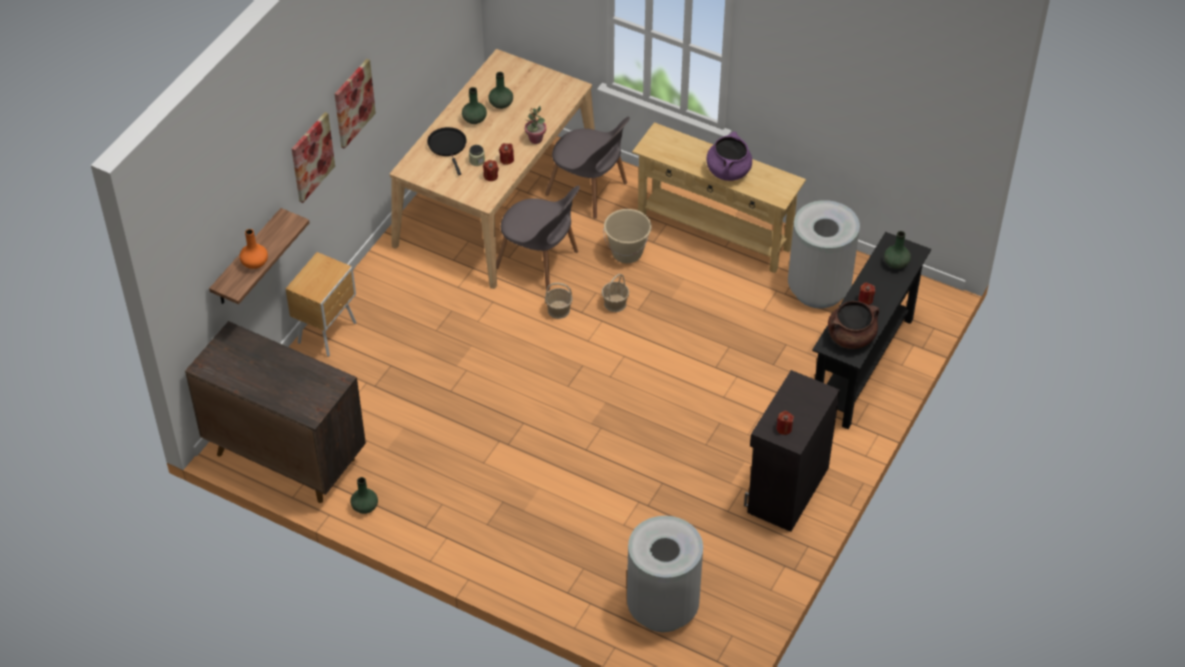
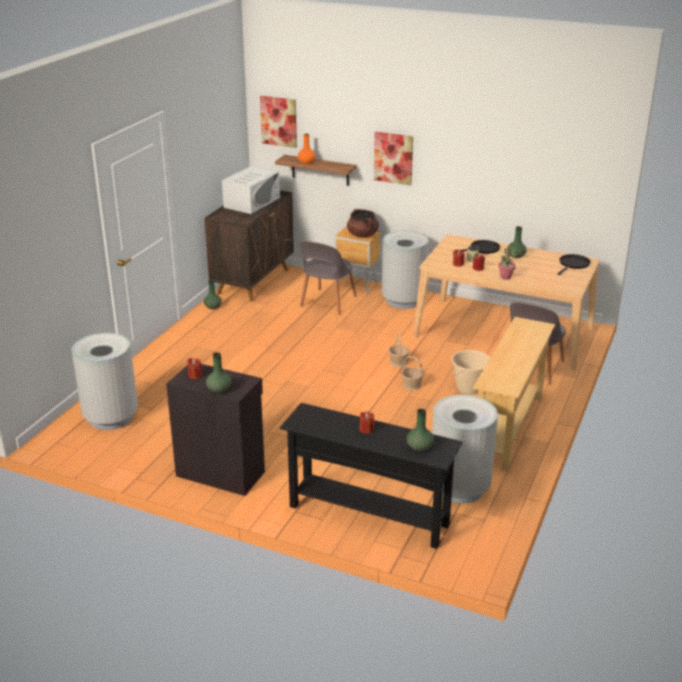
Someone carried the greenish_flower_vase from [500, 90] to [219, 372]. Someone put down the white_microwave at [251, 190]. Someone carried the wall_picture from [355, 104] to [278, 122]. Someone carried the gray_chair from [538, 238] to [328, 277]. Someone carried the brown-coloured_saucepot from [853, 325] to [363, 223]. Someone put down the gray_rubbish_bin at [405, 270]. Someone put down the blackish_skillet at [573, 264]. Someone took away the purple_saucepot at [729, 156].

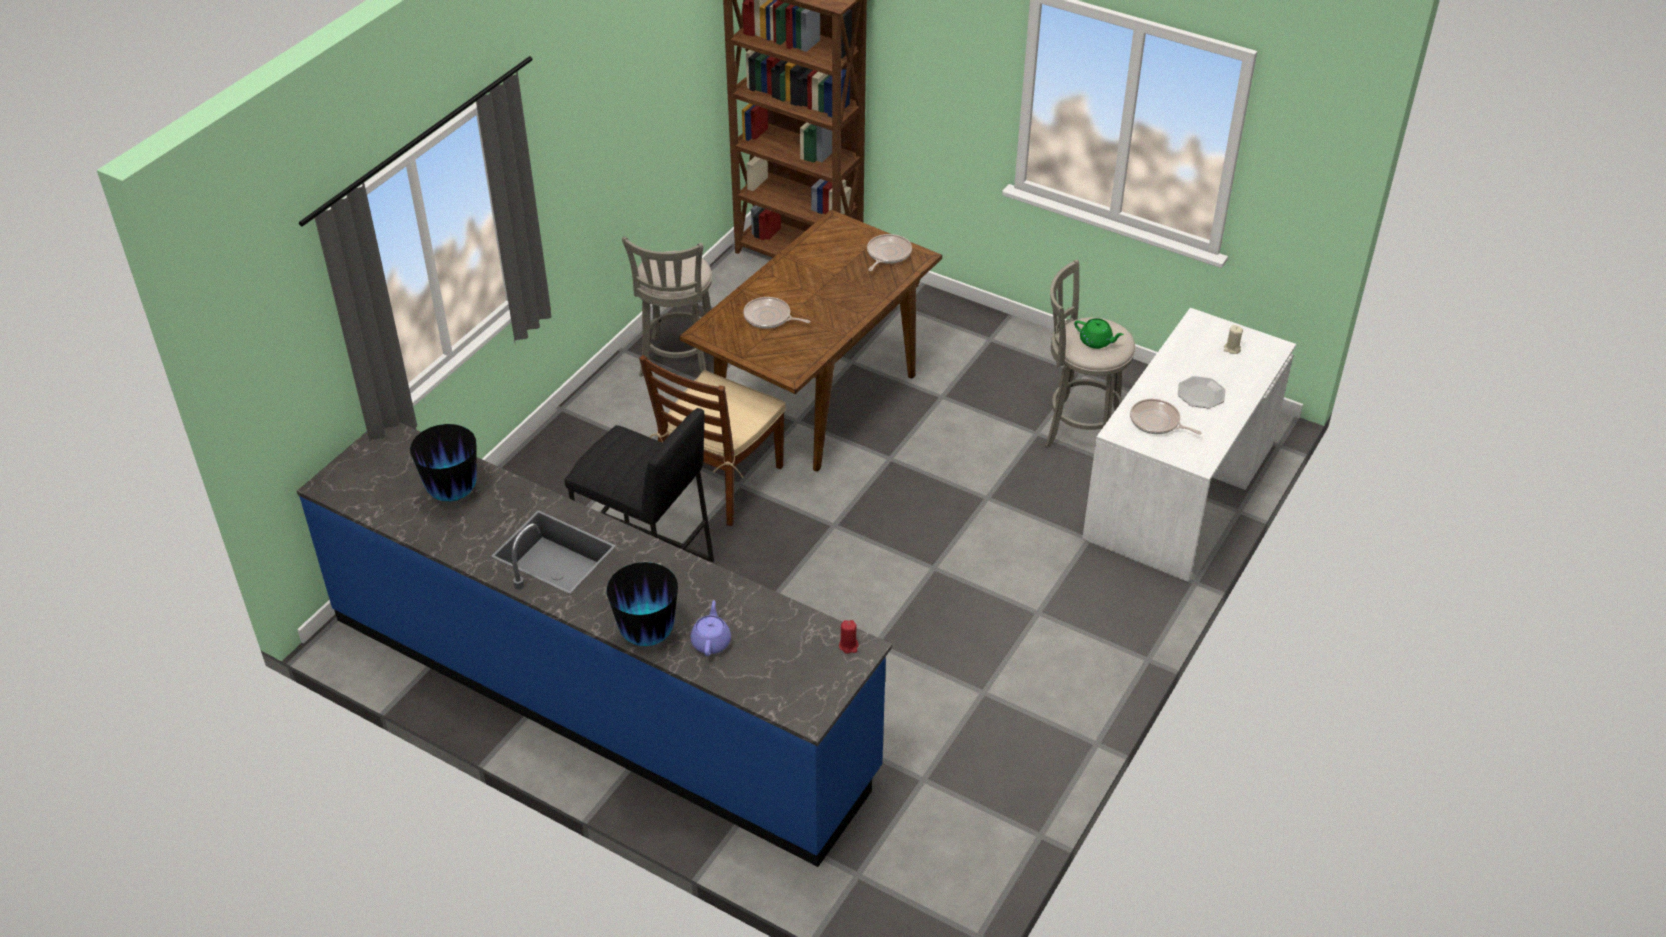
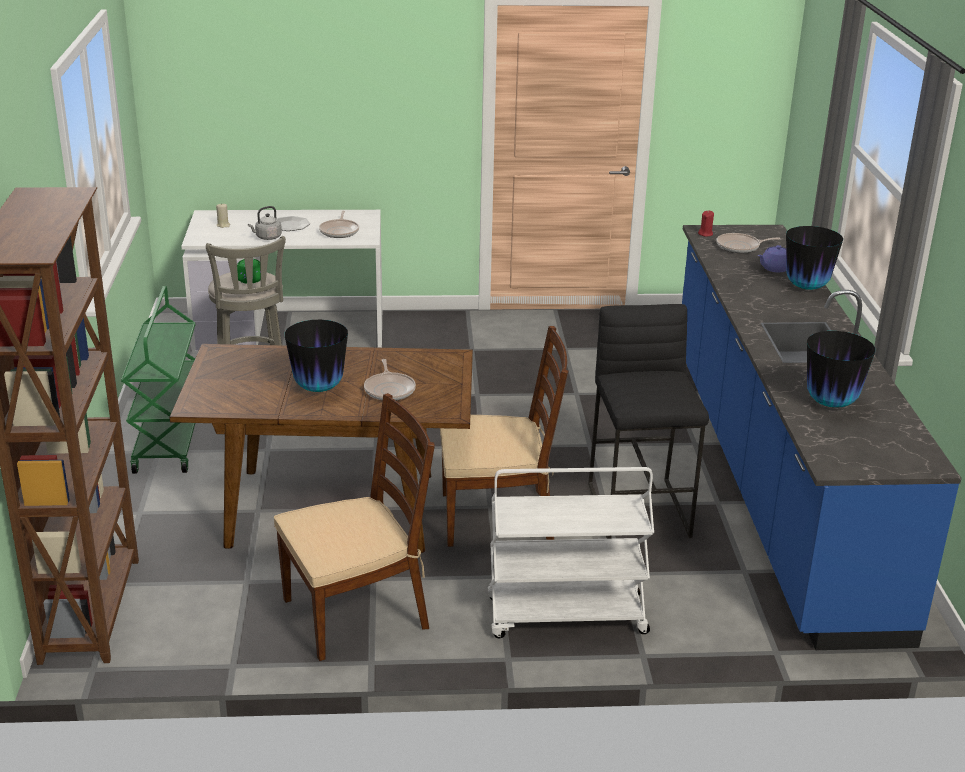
Someone put down the greenish_wheeled_cart at [158, 380]. Someone put down the gray_water_kettle at [265, 223]. Someone swapped the gray_stool at [667, 306] for the brown-coloured_chair at [354, 527]. Someone put down the flower_vase at [316, 356]. Someone put down the white_wheeled_cart at [571, 552]. Someone carried the skillet from [889, 252] to [748, 243].

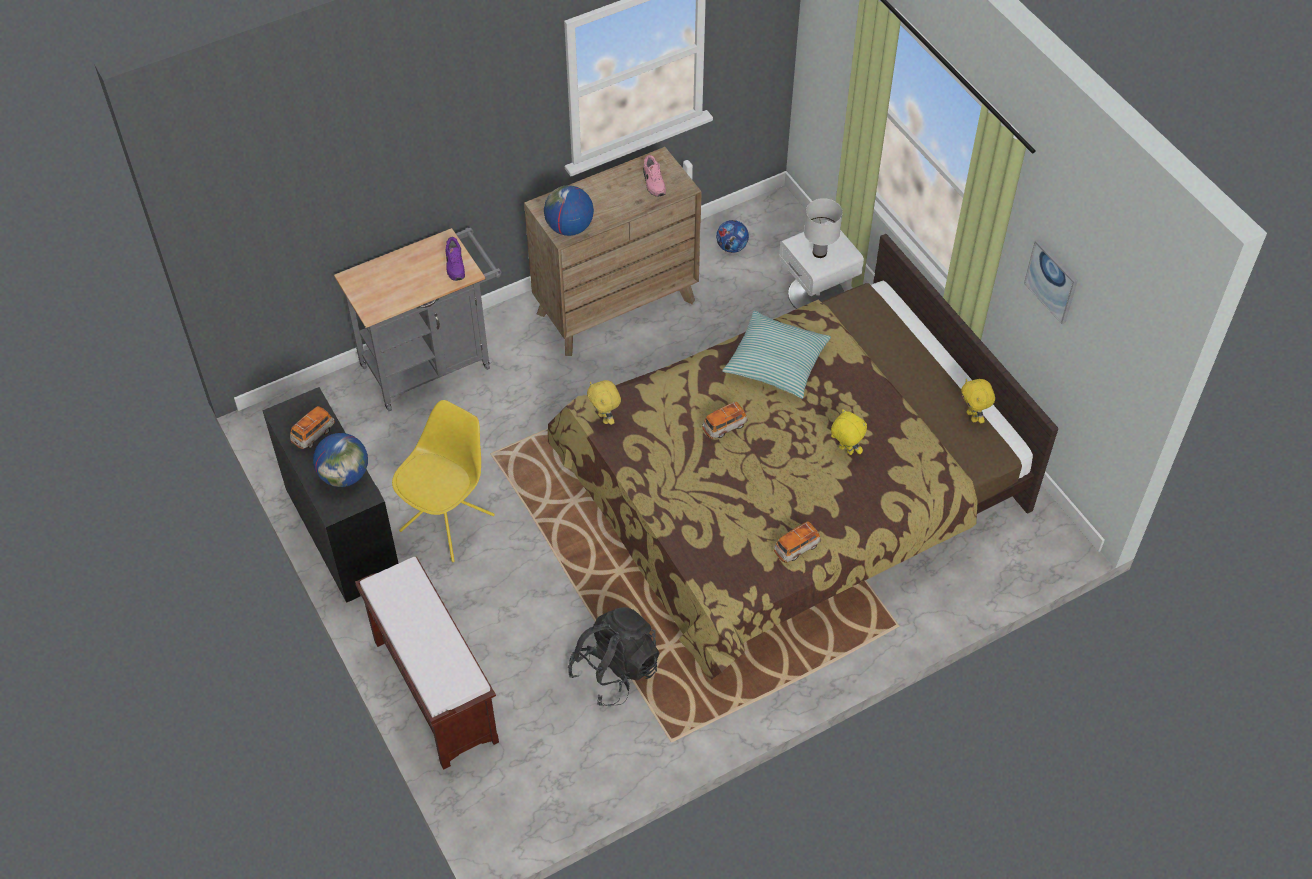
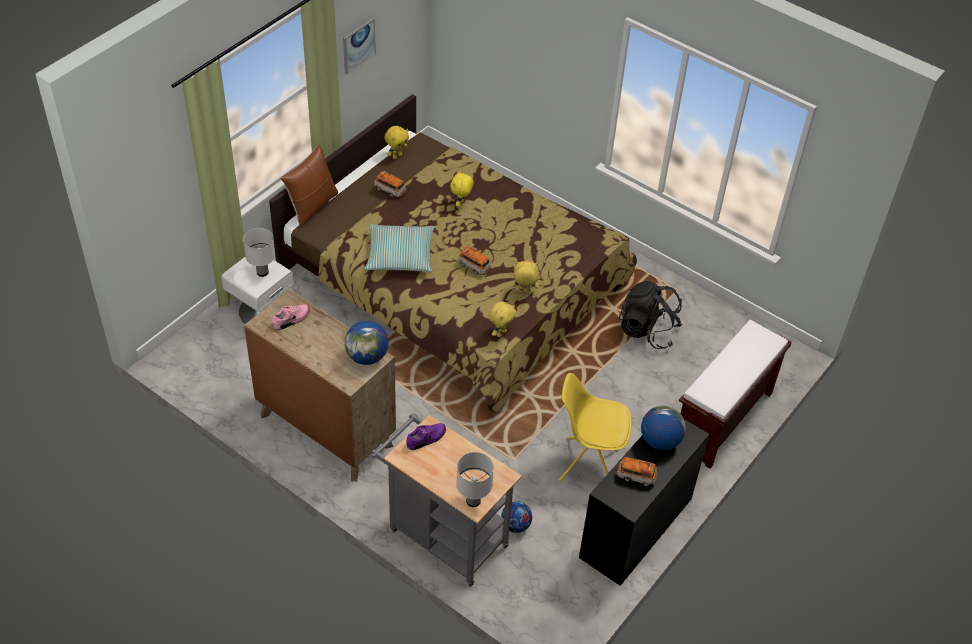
Someone put down the brown-coloured_cushion at [309, 185]. Someone carried the toy_car from [797, 542] to [390, 184]. Someone put down the white_table_lamp at [475, 479]. Someone carried the football_ball from [732, 236] to [516, 517]. Someone put down the yellowish_cuddly_toy at [525, 277].

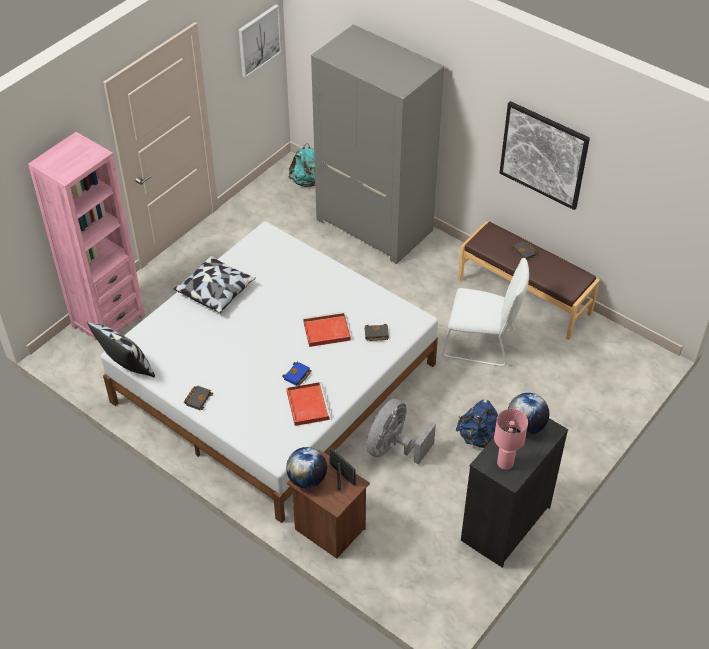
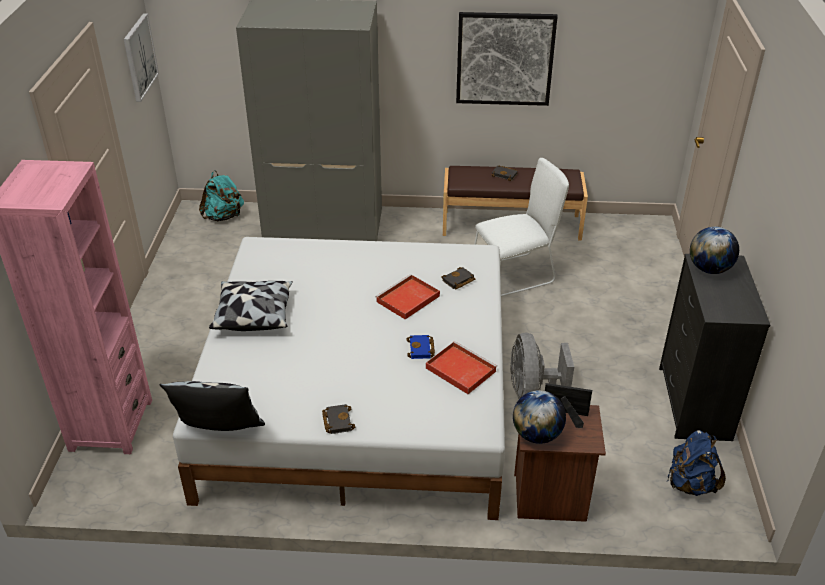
Someone carried the blue-coloured_backpack from [477, 424] to [696, 463]. Someone took away the pink_table_lamp at [511, 439].

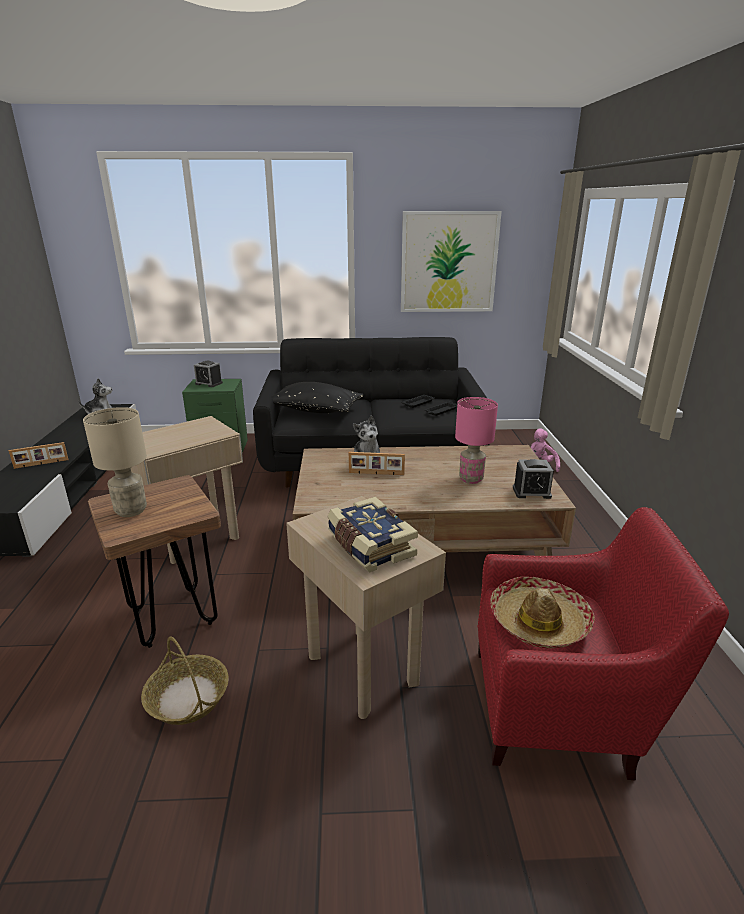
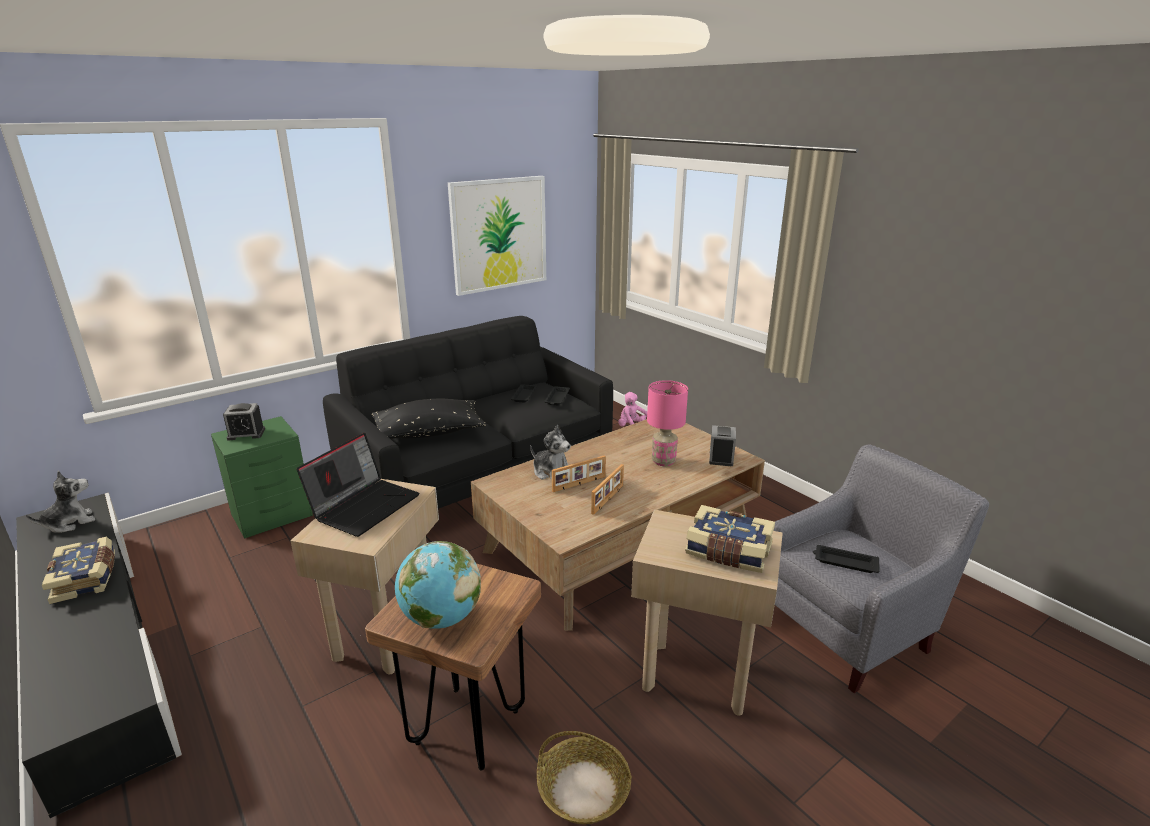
Someone put down the volume at [78, 570]. Someone put down the notebook_computer at [358, 485]. Someone swapped the beige-coloured_table_lamp at [115, 462] for the world_globe at [438, 585]. Someone carried the standing_frame from [39, 455] to [607, 489]. Someone rotated the alarm_clock at [533, 479] by 135 degrees clockwise. Someone repainted the red-coloured_lounge_chair at [603, 643], which became the gray_lounge_chair at [881, 569]. Someone swapped the wearable_hat at [542, 613] for the blackish_tray at [846, 559].

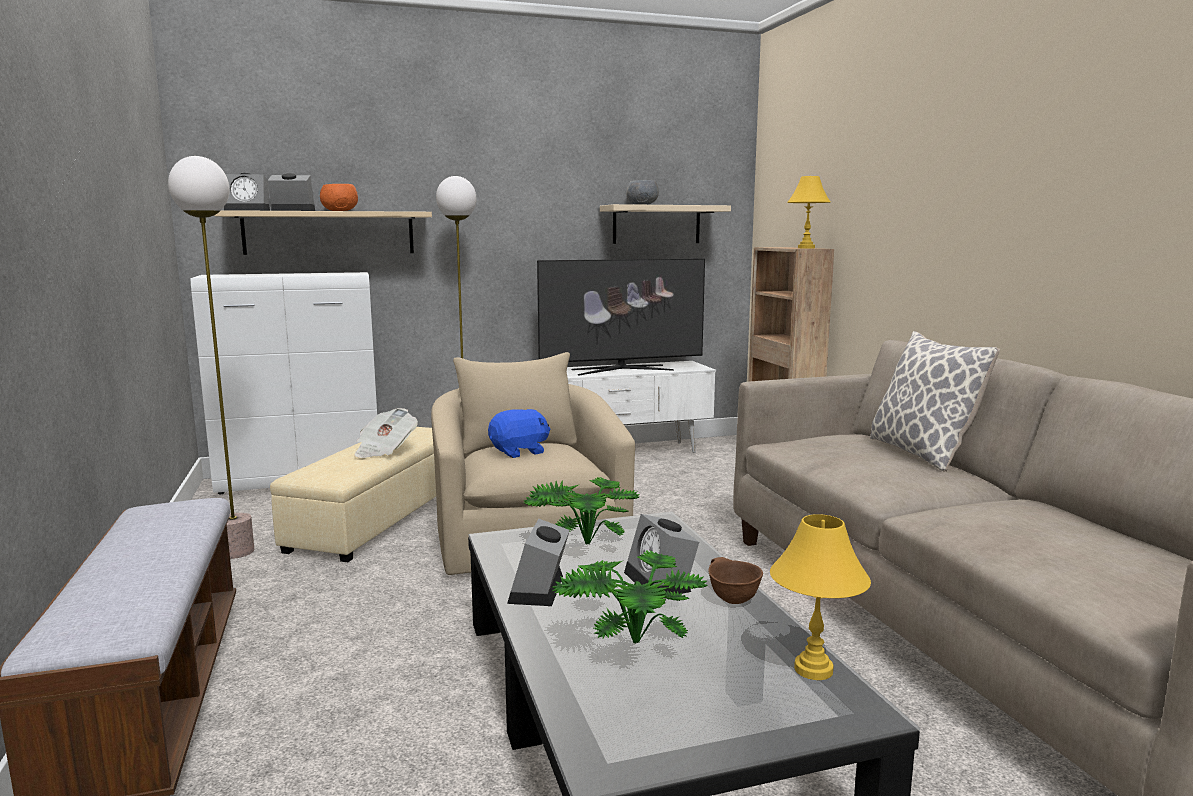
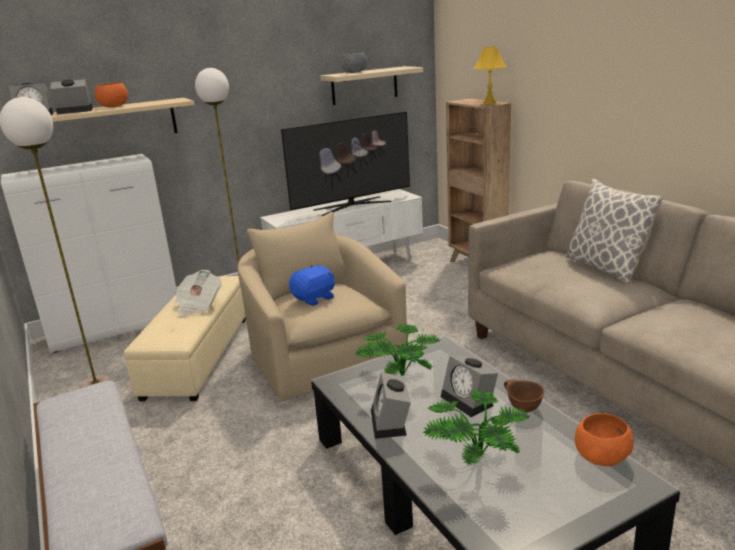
Someone swapped the yellowish_table_lamp at [820, 597] for the orange_bowl at [604, 439].

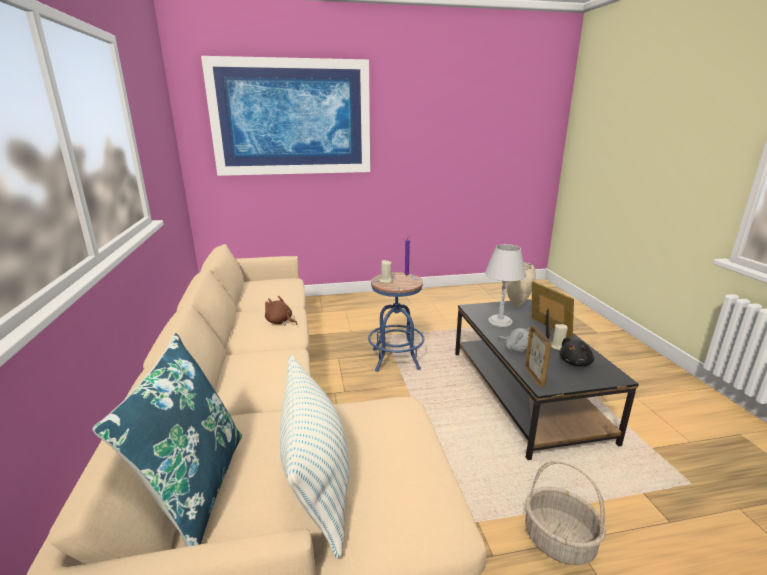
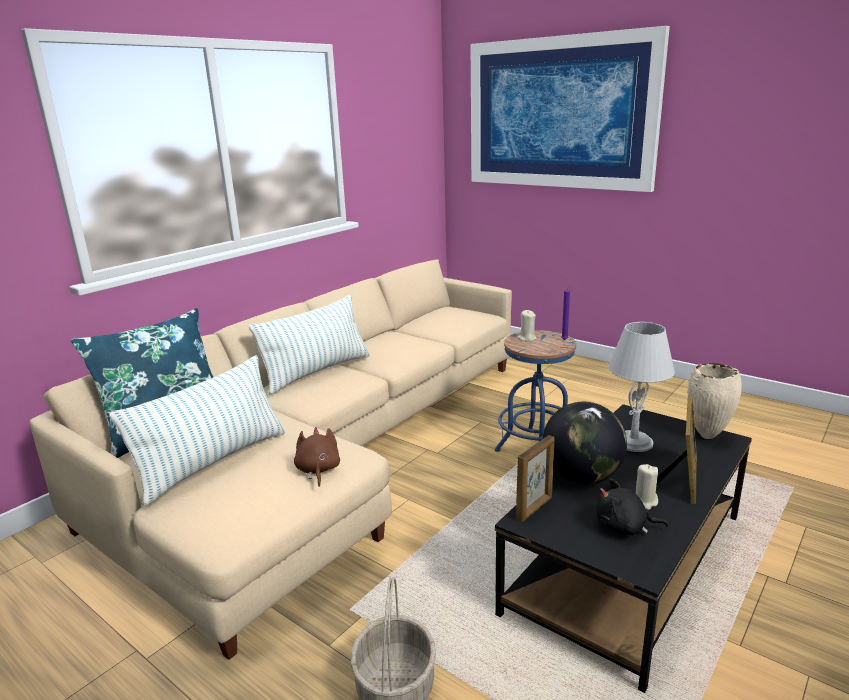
Someone put down the cushion at [309, 345]. Someone carried the brown-coloured_cuddly_toy from [281, 310] to [317, 457]. Someone swapped the gray_cuddly_toy at [514, 340] for the world_globe at [585, 443].

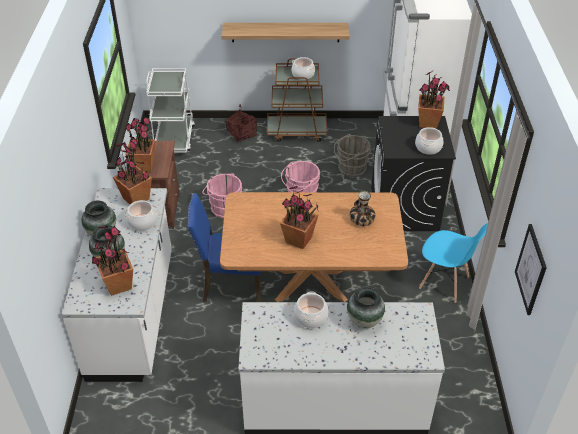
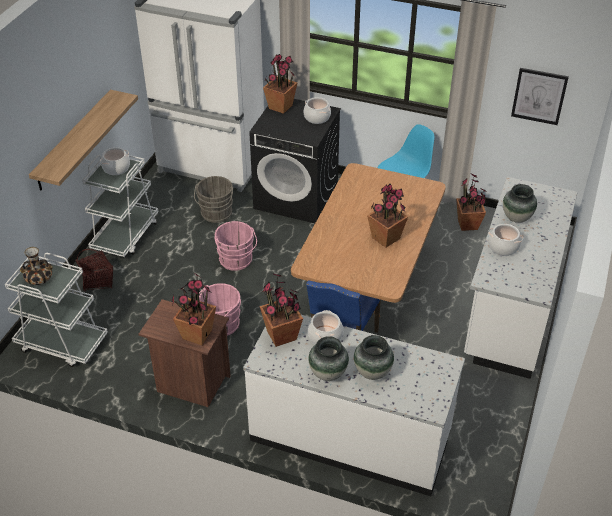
Someone carried the flower_vase from [362, 208] to [36, 266]. Someone repainted the brown-coloured_wheeled_cart at [297, 100], which became the white_wheeled_cart at [120, 206]. Someone carried the houseplant from [112, 261] to [471, 202].

